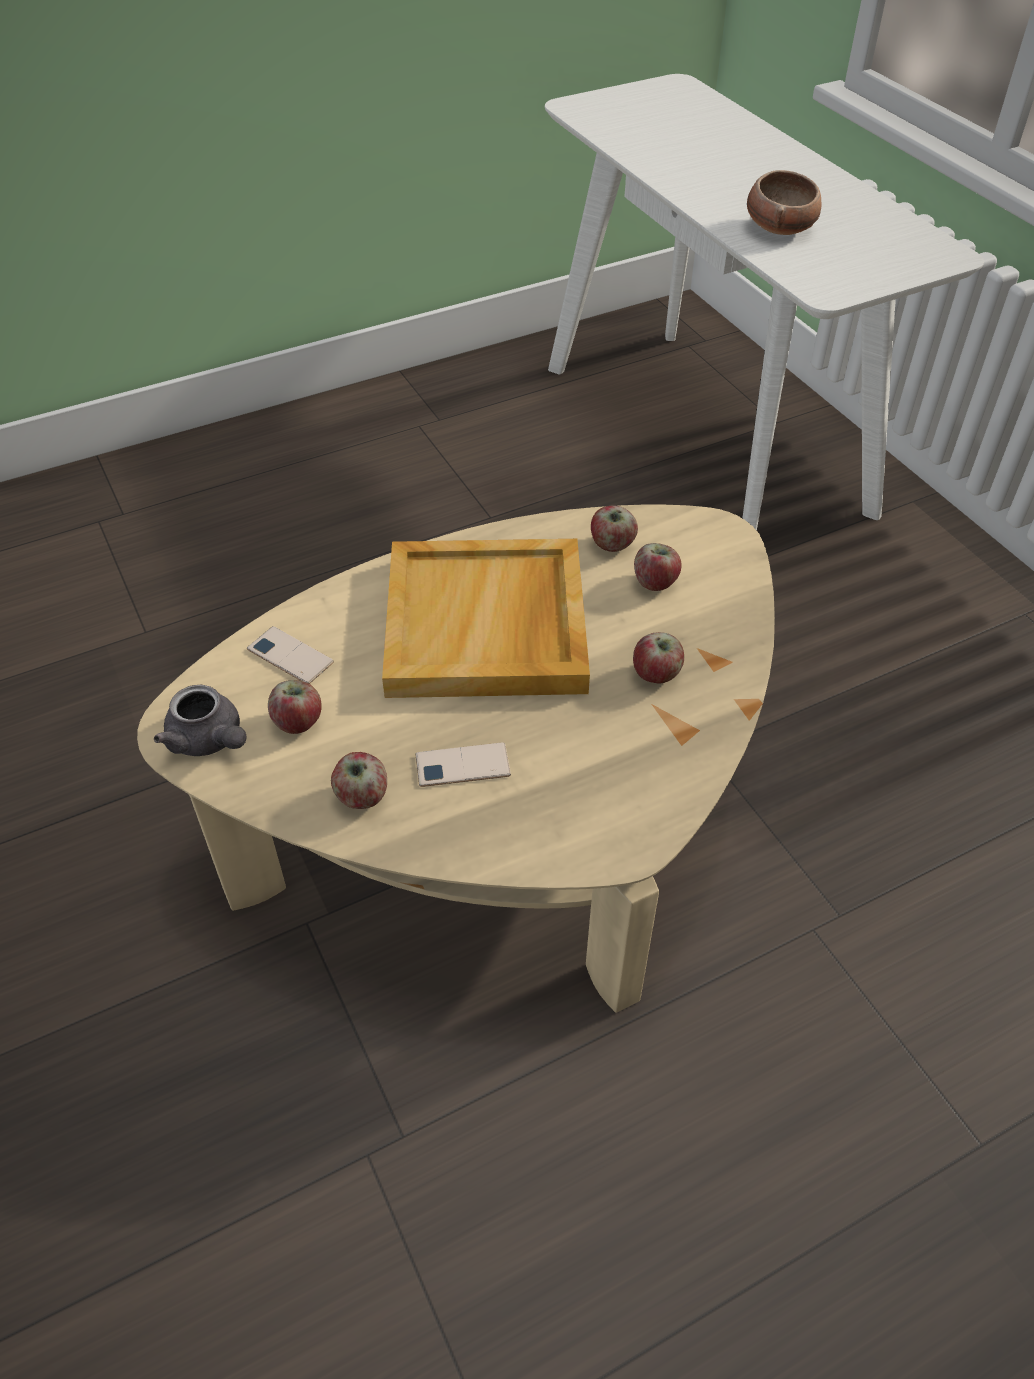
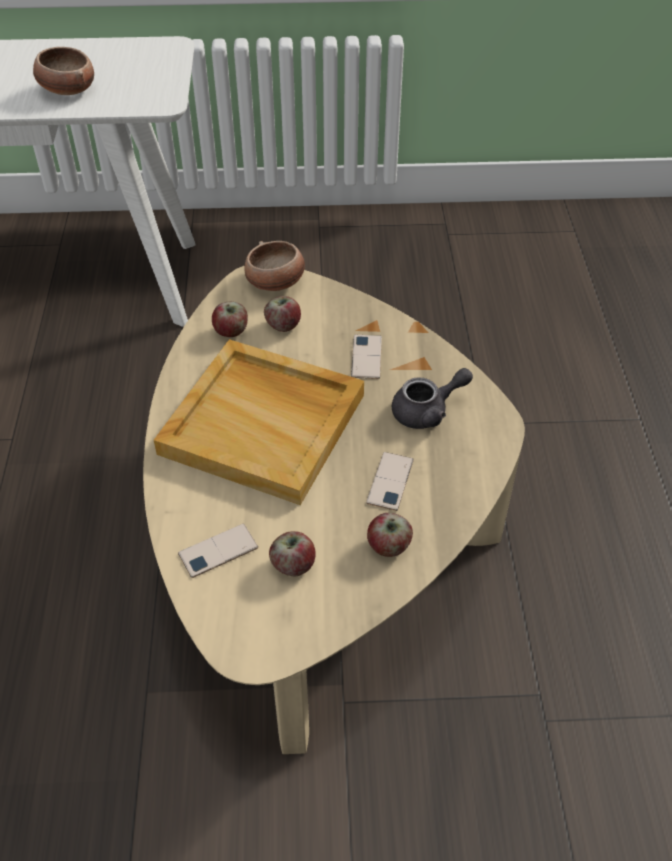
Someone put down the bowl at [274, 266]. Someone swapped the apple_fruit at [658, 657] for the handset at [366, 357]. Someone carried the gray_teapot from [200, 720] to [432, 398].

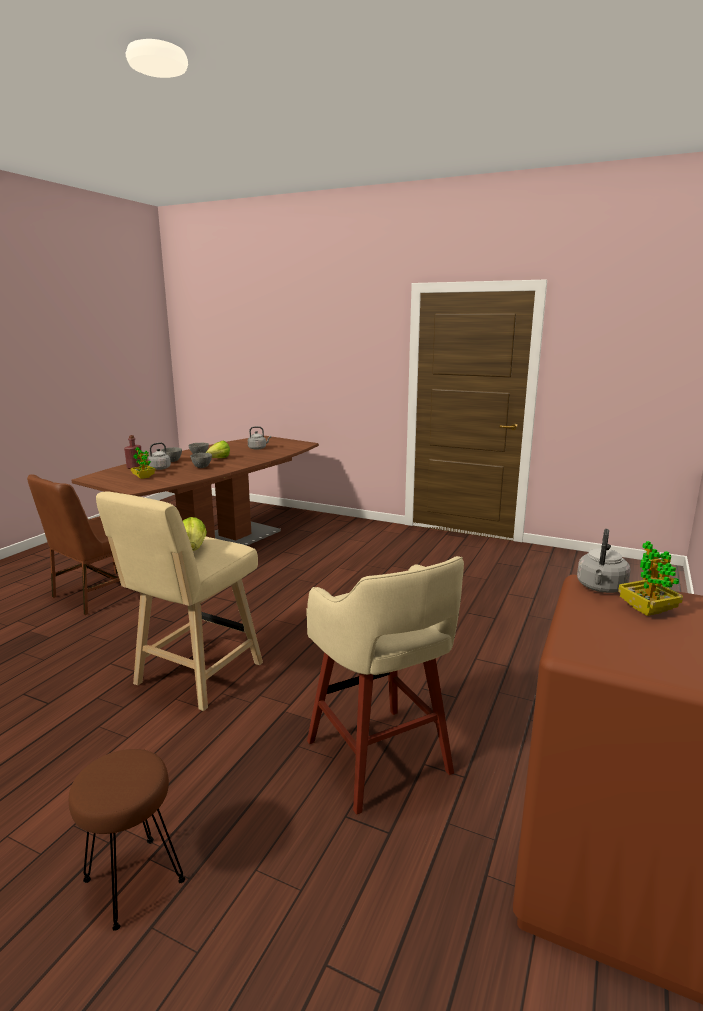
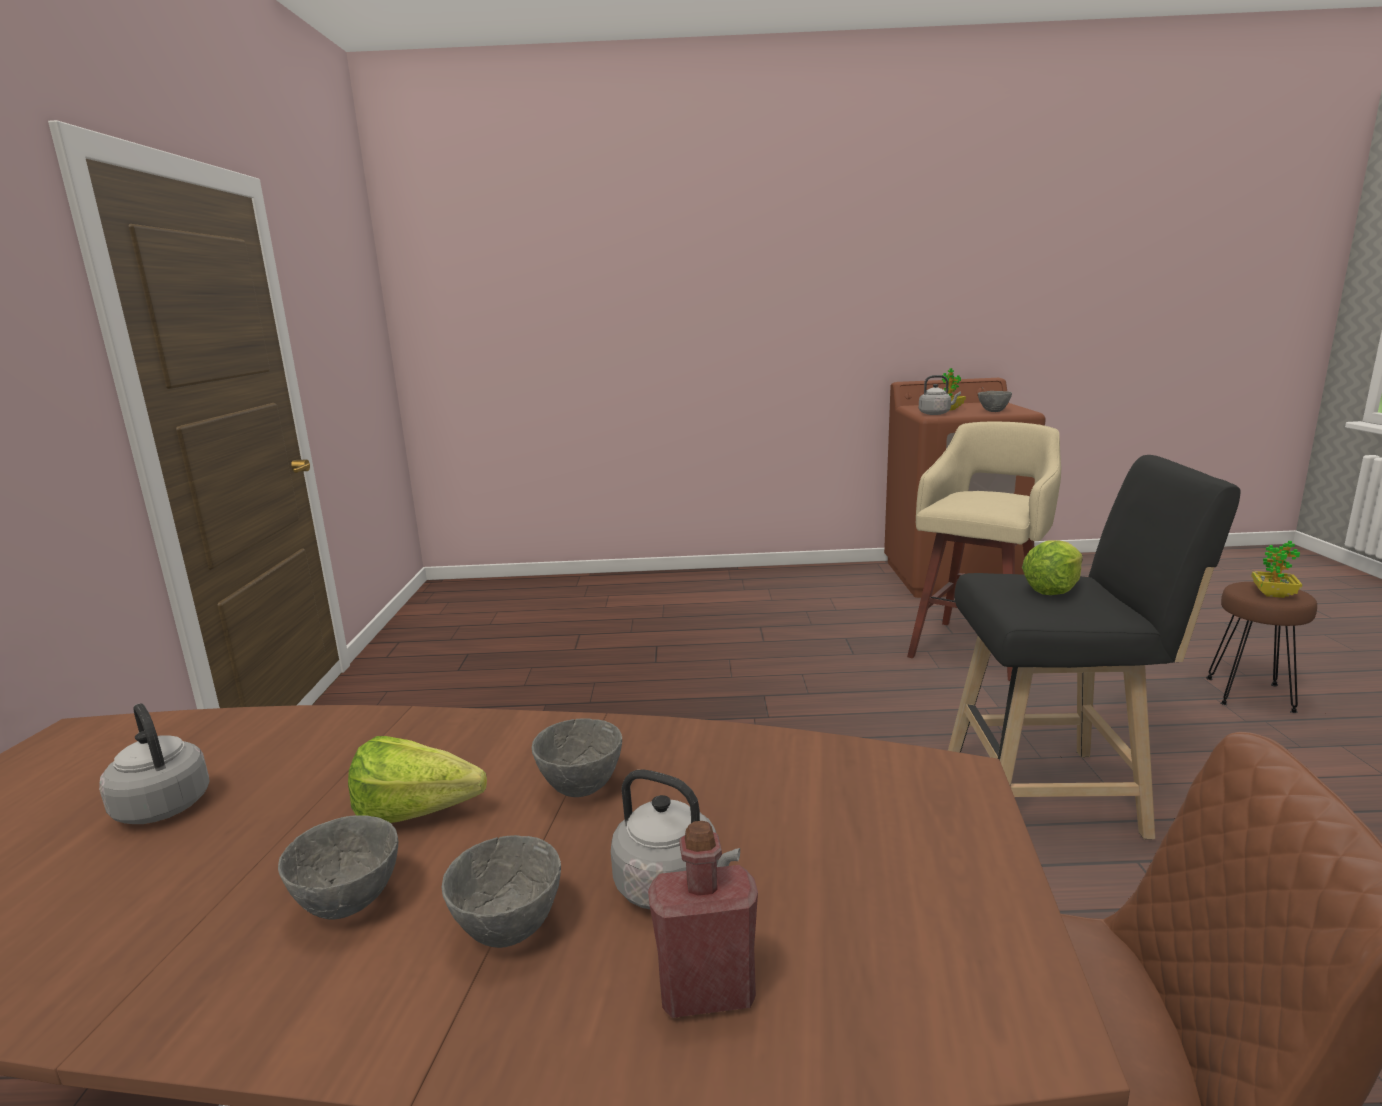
Someone repainted the beige-coloured_stool at [179, 601], which became the blackish_stool at [1094, 647]. Someone put down the gray_bowl at [995, 401]. Someone carried the houseplant from [143, 463] to [1277, 569].

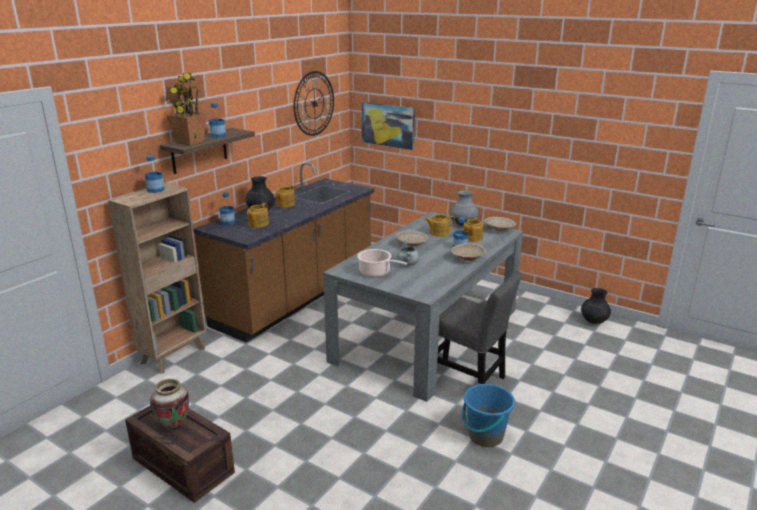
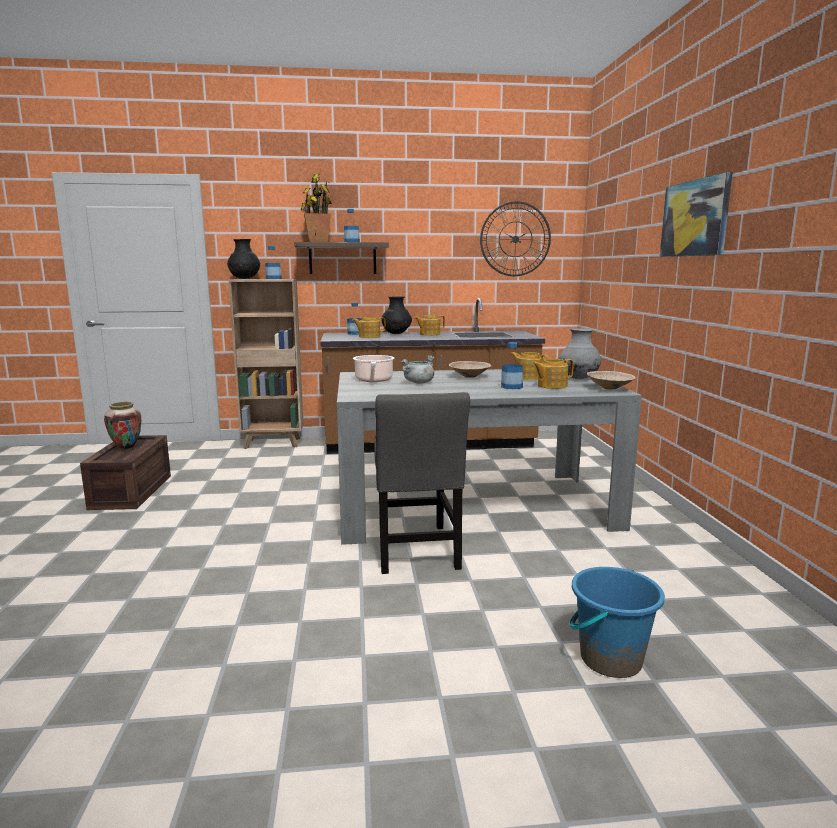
Someone carried the blackish_flower_vase from [596, 306] to [243, 259]. Someone carried the blue-coloured_water_bucket from [488, 415] to [617, 622]. Someone carried the wall_picture from [388, 126] to [696, 214]. Someone took away the beige-coloured_bowl at [468, 252].

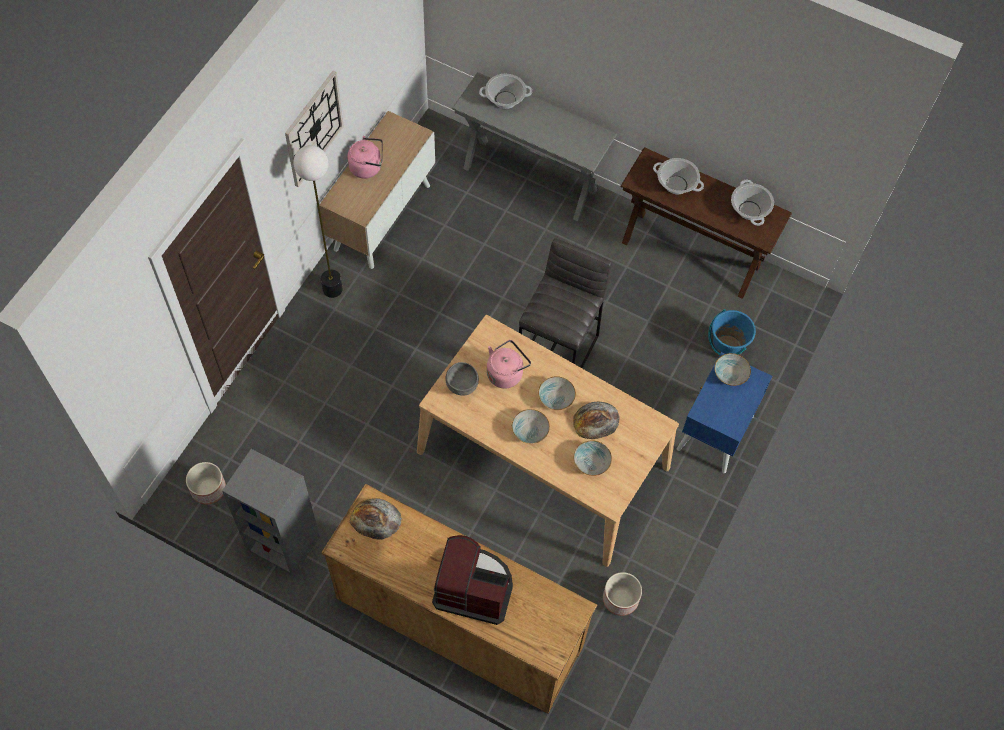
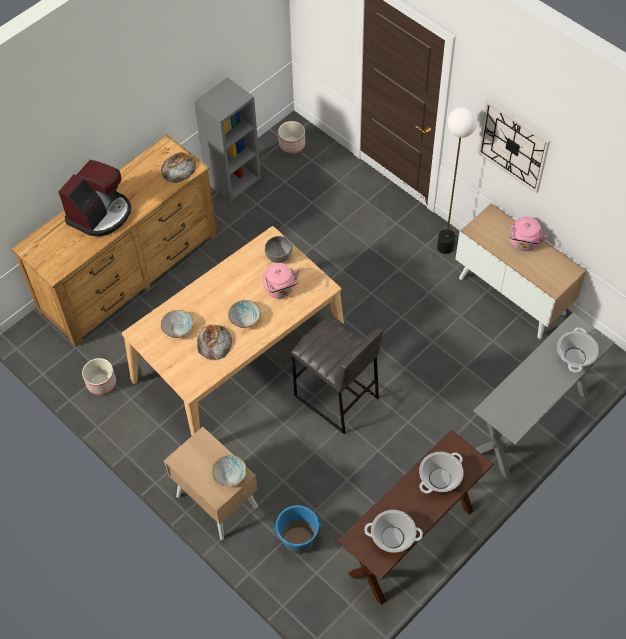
Someone repainted the blue-coloured_bedside_table at [724, 412], which became the beige-coloured_bedside_table at [211, 483]. Someone took away the bowl at [531, 426].

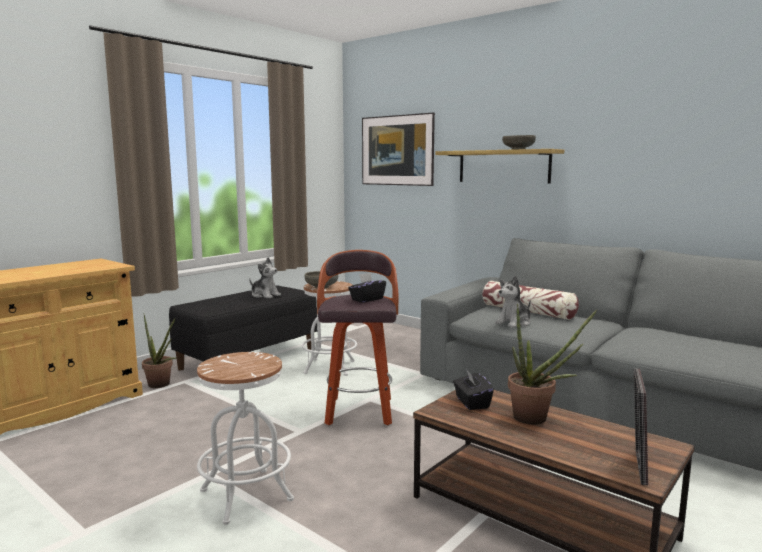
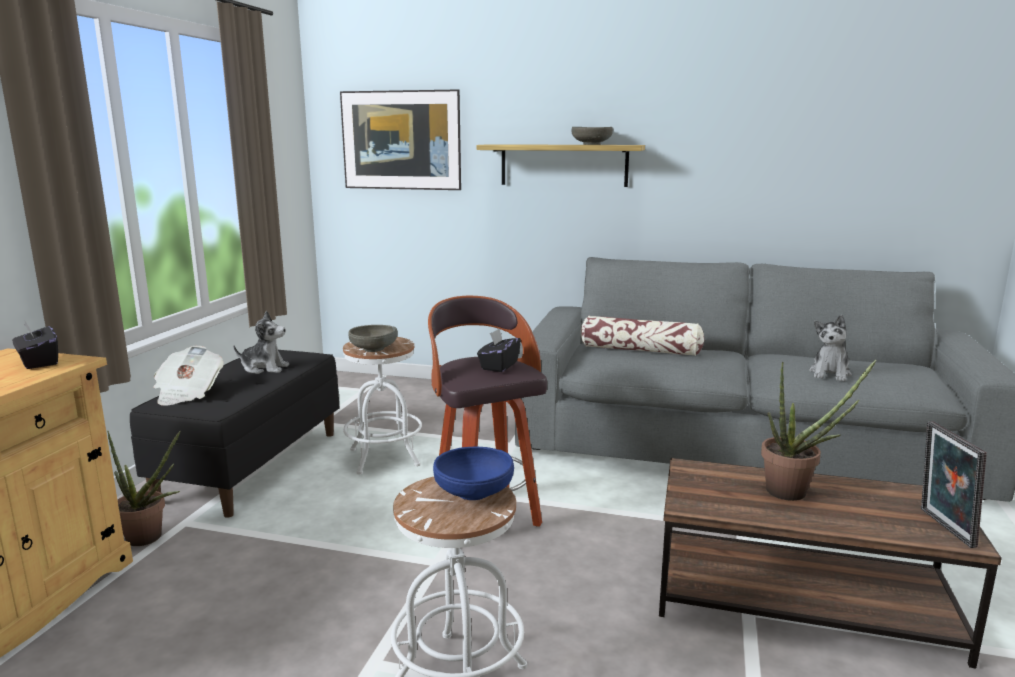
Someone carried the blackish_box_of_tissues from [473, 389] to [35, 344]. Someone put down the newspaper at [189, 375]. Someone put down the blue-coloured_bowl at [473, 473]. Someone carried the cuddly_toy from [513, 302] to [830, 348].

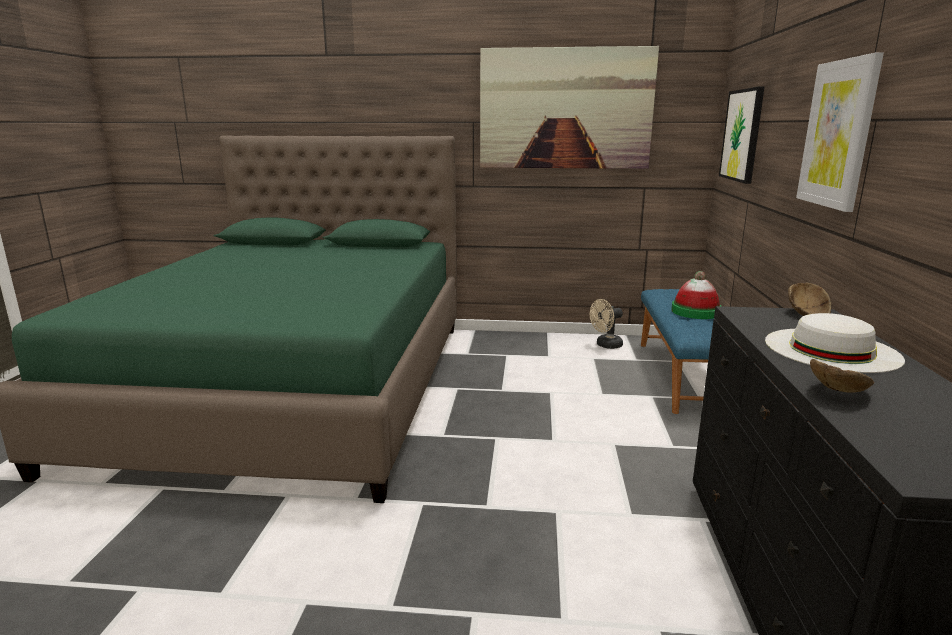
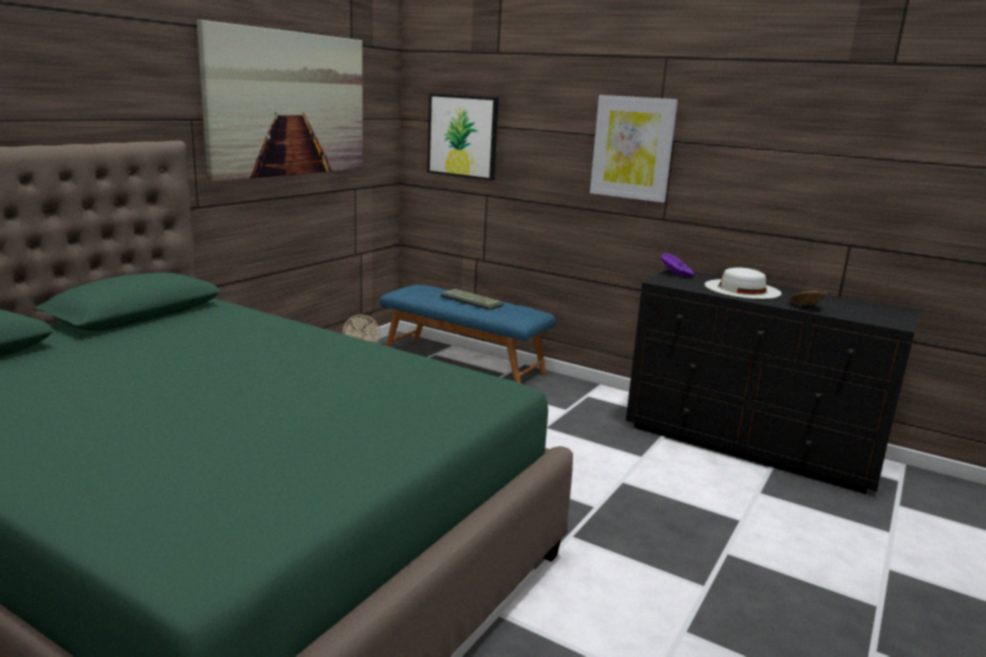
Someone swapped the wearable_hat at [696, 295] for the PC_keyboard at [472, 299]. Someone repainted the brown-coloured_bowl at [809, 299], which became the purple_bowl at [677, 264].

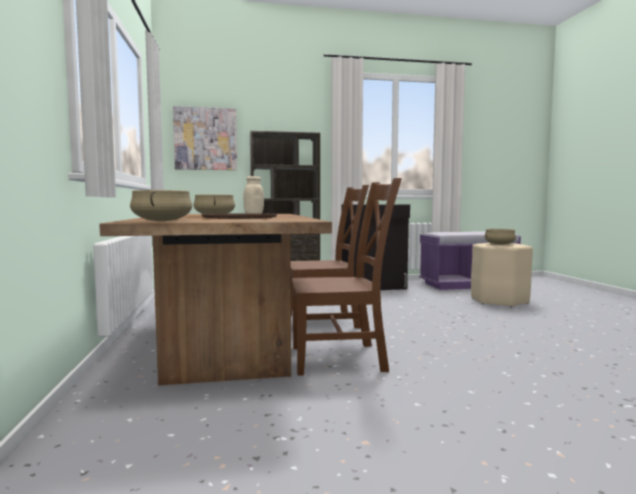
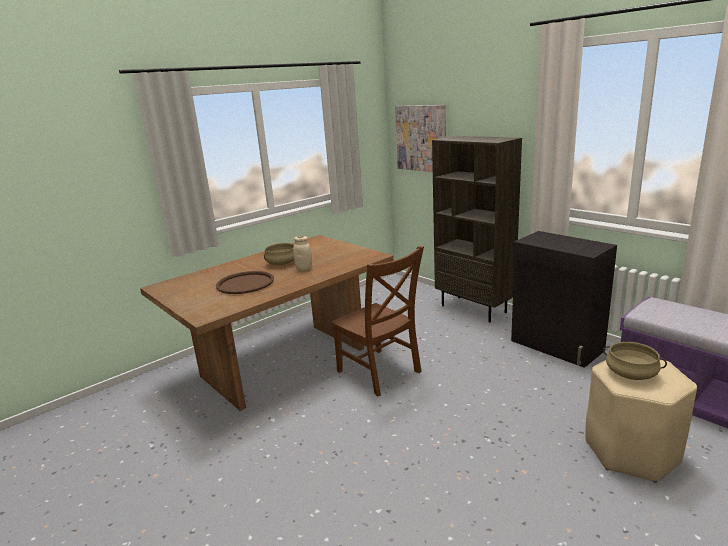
Someone took away the beige-coloured_saucepot at [161, 205]. Someone took away the brown-coloured_chair at [347, 277].

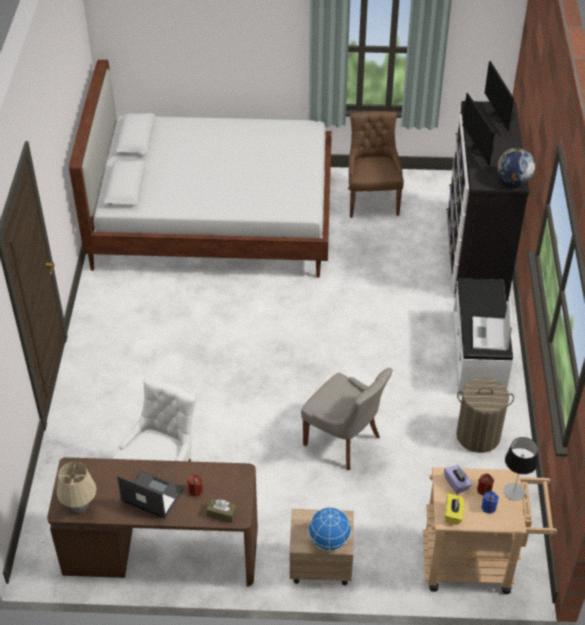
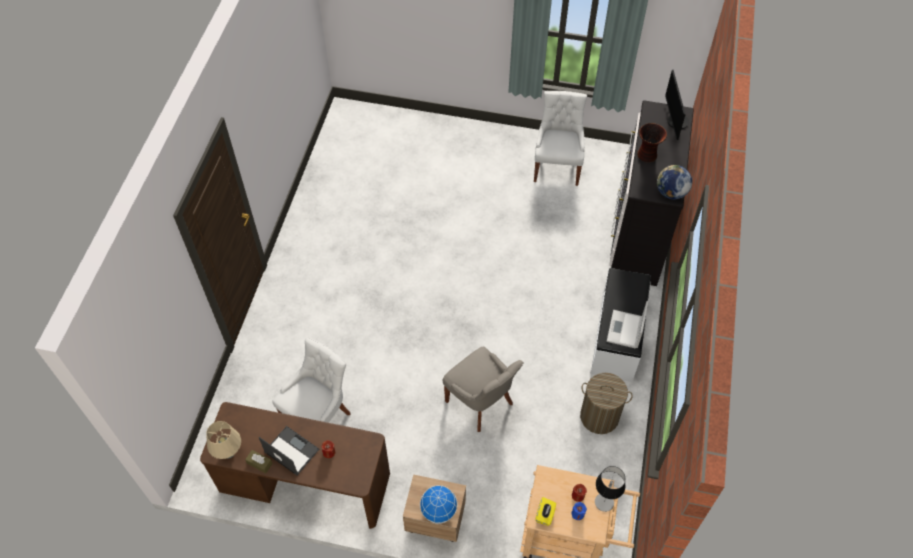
Someone carried the brown-coloured_box_of_tissues from [222, 511] to [259, 461]. Someone repainted the brown-coloured_chair at [376, 164], which became the white_chair at [560, 138]. Someone swapped the computer_screen at [478, 129] for the flower_vase at [652, 142]. Someone took away the white_bed at [200, 169]. Someone took away the purple_box_of_tissues at [458, 479].

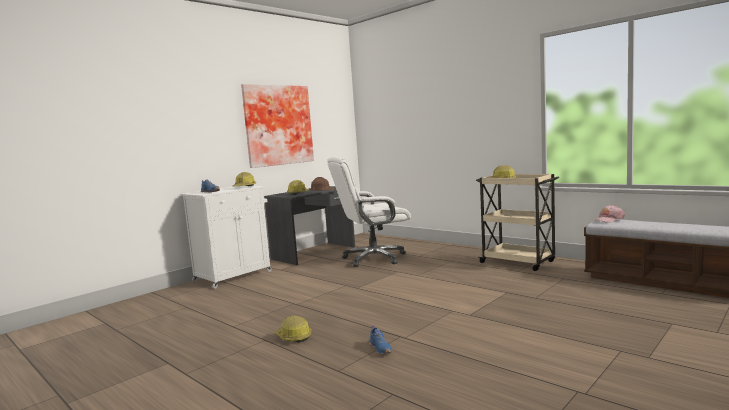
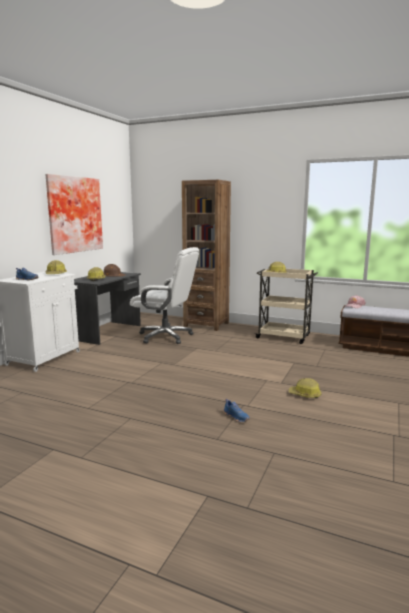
Someone rotated the white_desk_chair at [369, 211] by 120 degrees counterclockwise. Someone put down the brown-coloured_bookcase at [206, 255]. Someone carried the hard_hat from [292, 329] to [305, 388].

